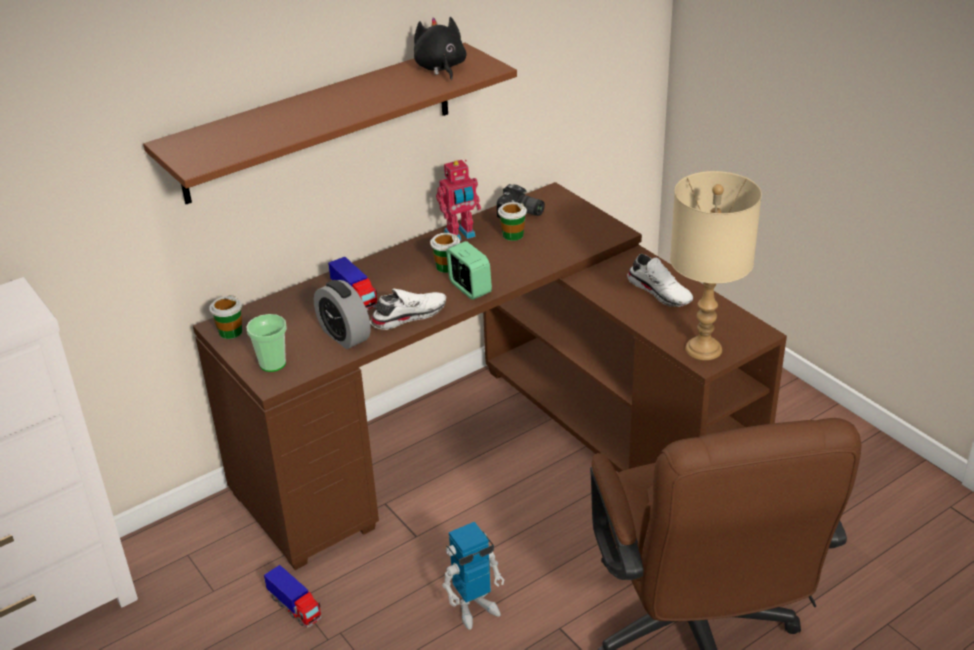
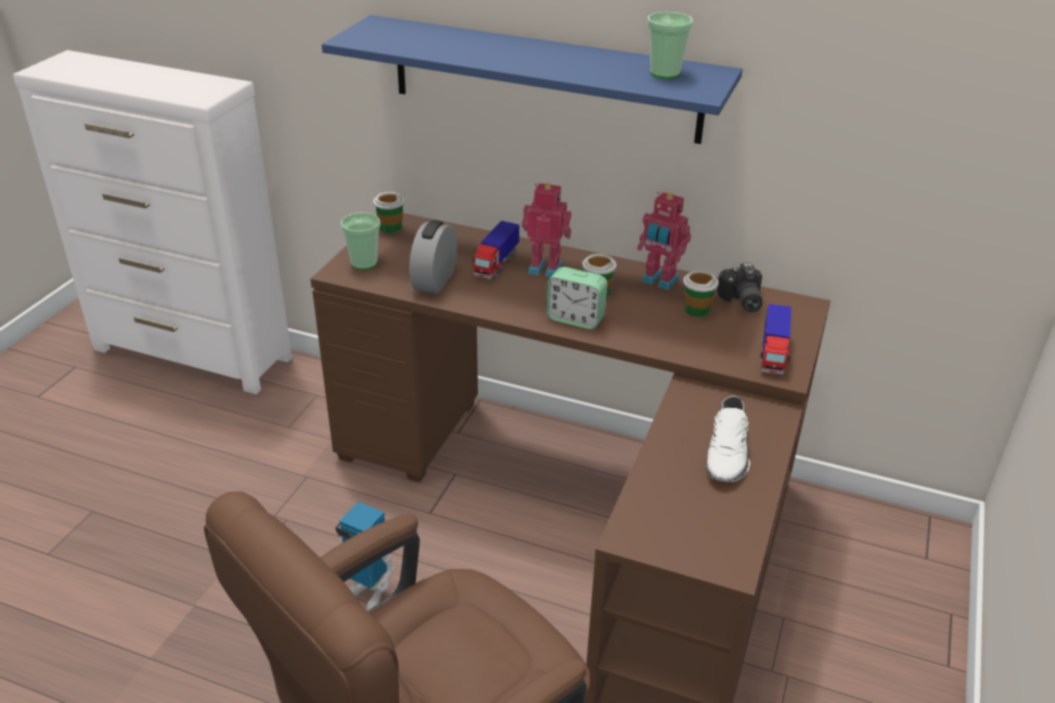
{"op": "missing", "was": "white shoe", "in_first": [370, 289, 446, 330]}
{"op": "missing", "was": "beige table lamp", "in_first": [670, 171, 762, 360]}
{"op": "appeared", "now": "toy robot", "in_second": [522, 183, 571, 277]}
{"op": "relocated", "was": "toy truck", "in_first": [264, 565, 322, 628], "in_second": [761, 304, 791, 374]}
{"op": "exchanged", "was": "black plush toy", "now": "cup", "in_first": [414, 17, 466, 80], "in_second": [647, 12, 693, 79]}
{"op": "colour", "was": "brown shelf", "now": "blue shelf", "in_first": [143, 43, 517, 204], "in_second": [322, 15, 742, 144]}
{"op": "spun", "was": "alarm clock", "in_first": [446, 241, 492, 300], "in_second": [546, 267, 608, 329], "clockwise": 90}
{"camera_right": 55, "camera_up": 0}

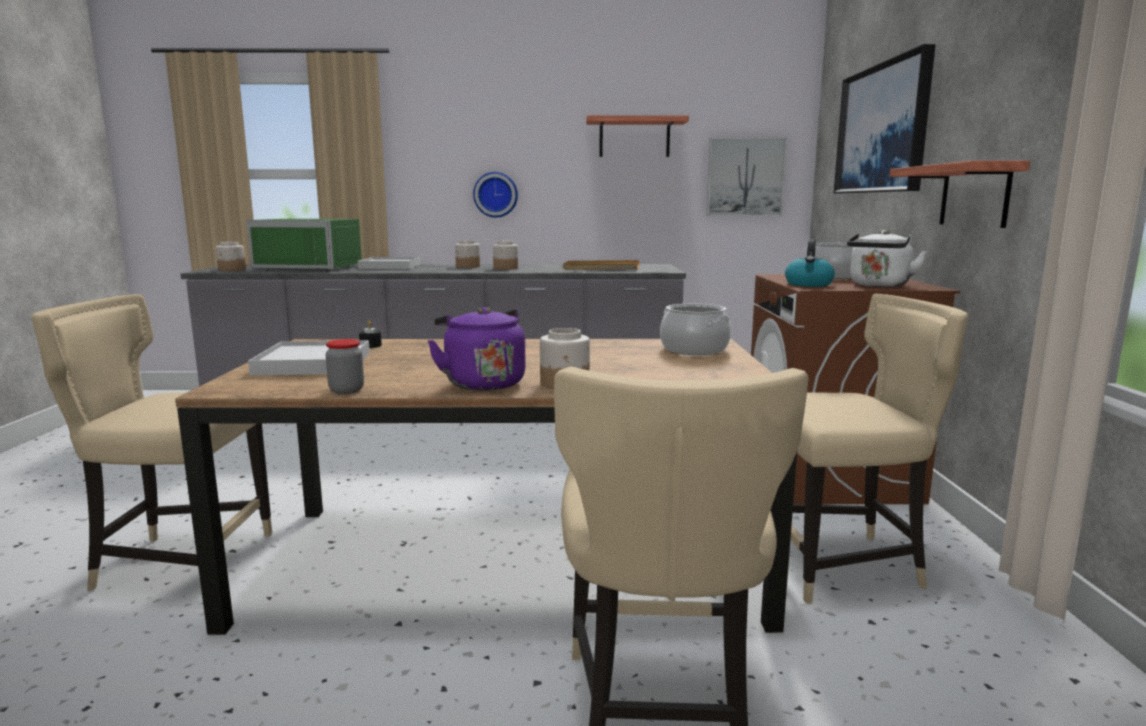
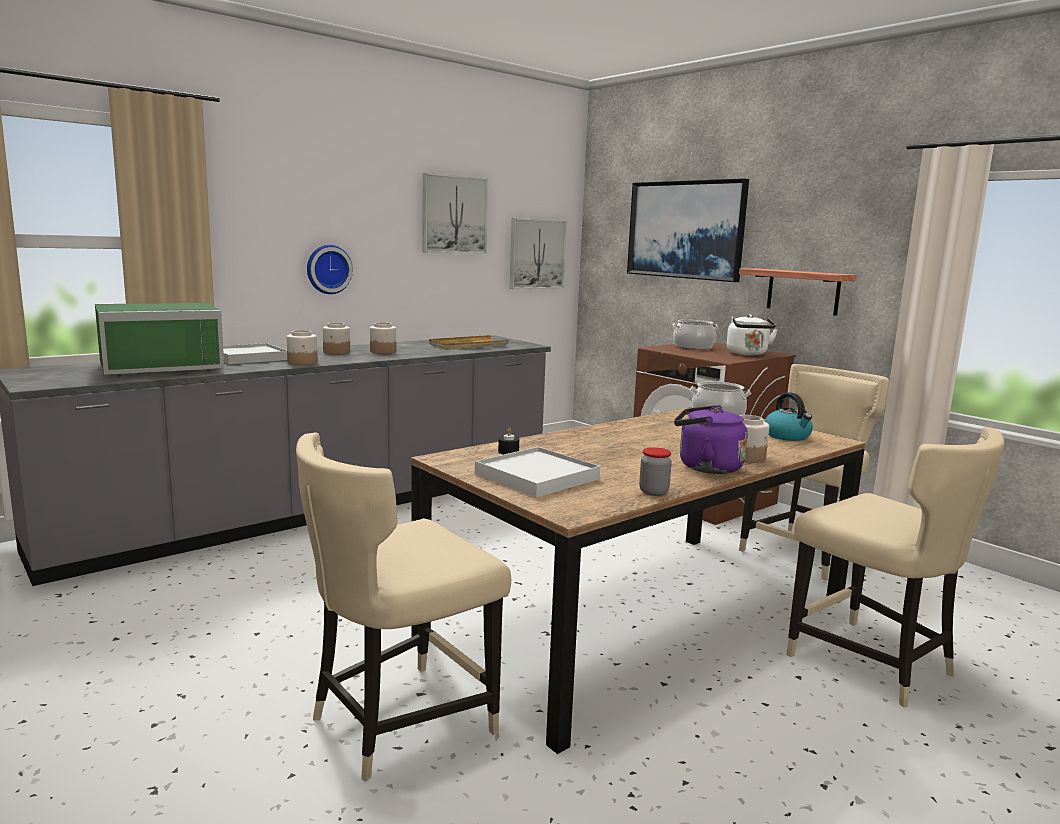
{"op": "relocated", "was": "jar", "in_first": [216, 242, 246, 271], "in_second": [287, 330, 318, 365]}
{"op": "relocated", "was": "kettle", "in_first": [785, 239, 835, 287], "in_second": [764, 392, 813, 441]}
{"op": "exchanged", "was": "shelf", "now": "picture", "in_first": [586, 115, 689, 157], "in_second": [422, 173, 488, 254]}
{"camera_right": -40, "camera_up": 0}

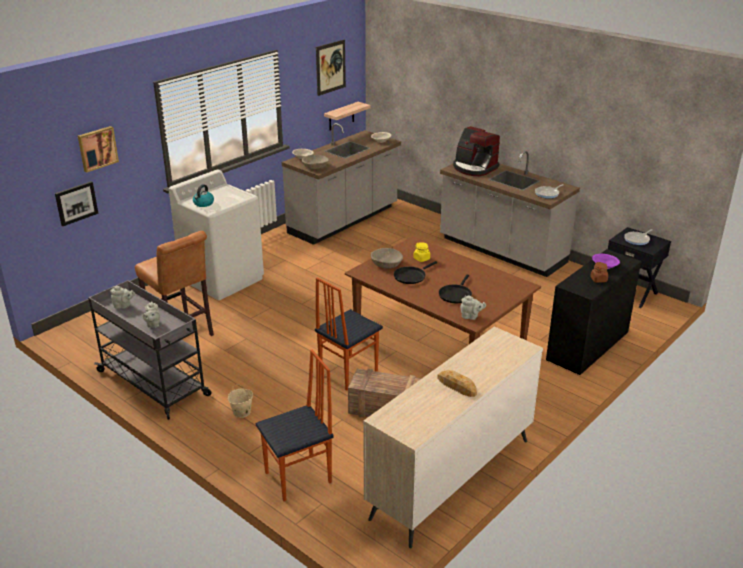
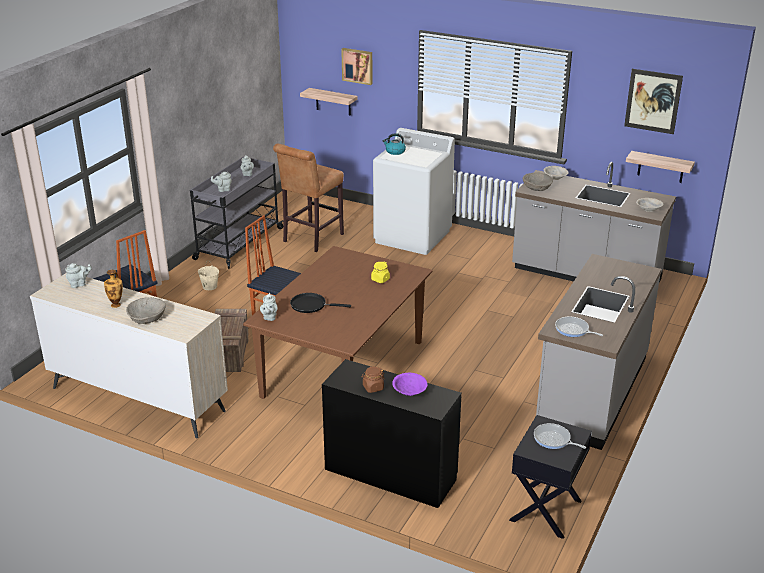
{"op": "missing", "was": "black frying pan", "in_first": [394, 261, 437, 284]}
{"op": "missing", "was": "coffee machine", "in_first": [453, 126, 500, 176]}
{"op": "appeared", "now": "grey teapot", "in_second": [65, 263, 92, 288]}
{"op": "relocated", "was": "beige bowl", "in_first": [371, 248, 403, 269], "in_second": [126, 297, 166, 324]}
{"op": "exchanged", "was": "picture", "now": "shelf", "in_first": [55, 181, 98, 226], "in_second": [300, 88, 358, 116]}
{"op": "exchanged", "was": "bread", "now": "vase", "in_first": [437, 370, 477, 397], "in_second": [104, 270, 123, 308]}
{"camera_right": 75, "camera_up": 0}

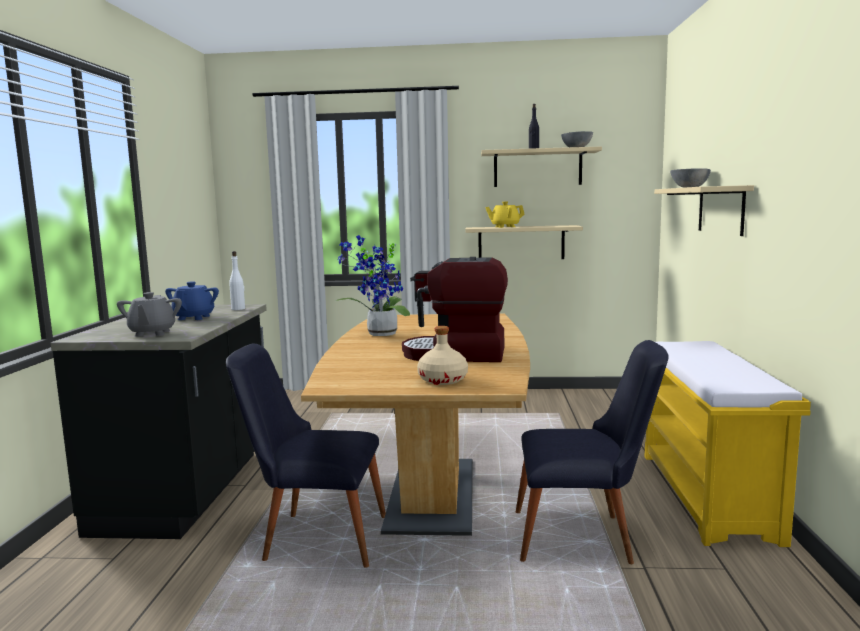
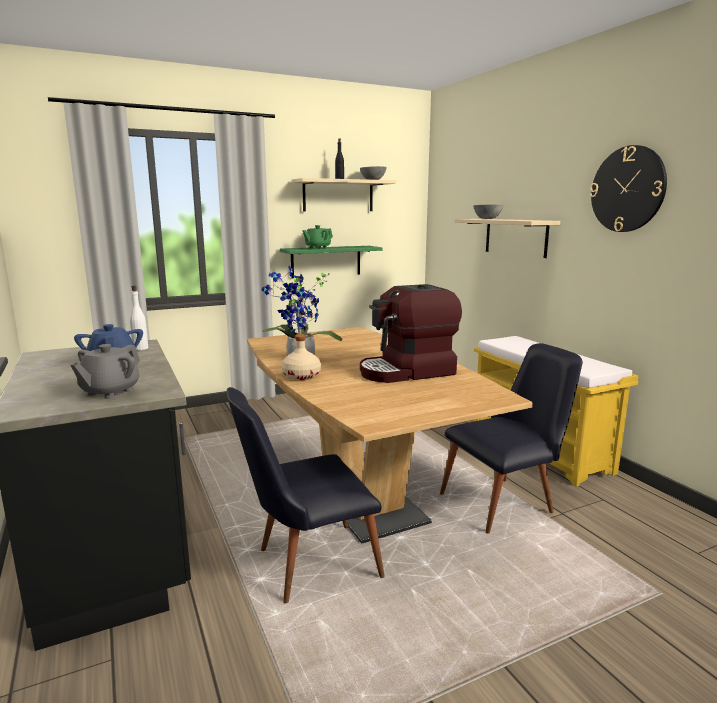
{"op": "appeared", "now": "wall clock", "in_second": [590, 145, 667, 232]}
{"op": "relocated", "was": "beige bottle", "in_first": [417, 326, 468, 385], "in_second": [281, 334, 321, 380]}
{"op": "colour", "was": "beige shelf", "now": "green shelf", "in_first": [465, 225, 583, 259], "in_second": [280, 246, 383, 278]}
{"op": "colour", "was": "yellow teapot", "now": "green teapot", "in_first": [485, 201, 525, 228], "in_second": [303, 225, 333, 249]}
{"op": "spun", "was": "grey teapot", "in_first": [117, 292, 182, 337], "in_second": [71, 344, 140, 399], "clockwise": 60}
{"camera_right": -30, "camera_up": 5}

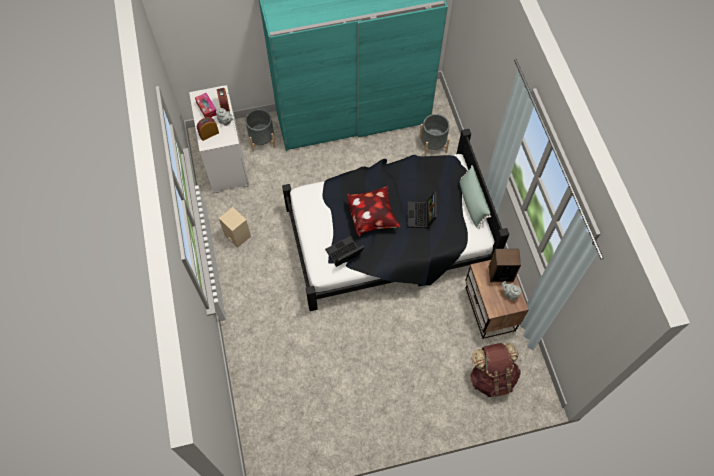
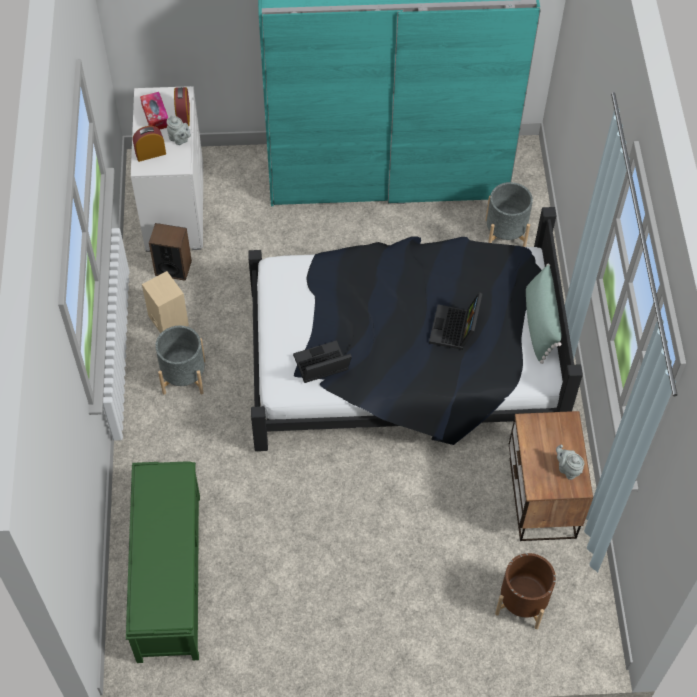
{"op": "missing", "was": "pillow", "in_first": [347, 186, 400, 236]}
{"op": "appeared", "now": "green bench", "in_second": [126, 461, 200, 663]}
{"op": "relocated", "was": "grey planter", "in_first": [245, 109, 276, 152], "in_second": [155, 326, 205, 395]}
{"op": "relocated", "was": "speaker", "in_first": [489, 249, 521, 282], "in_second": [149, 223, 192, 281]}
{"op": "exchanged", "was": "brown backpack", "now": "brown planter", "in_first": [470, 343, 521, 397], "in_second": [495, 553, 556, 629]}
{"camera_right": 10, "camera_up": -5}

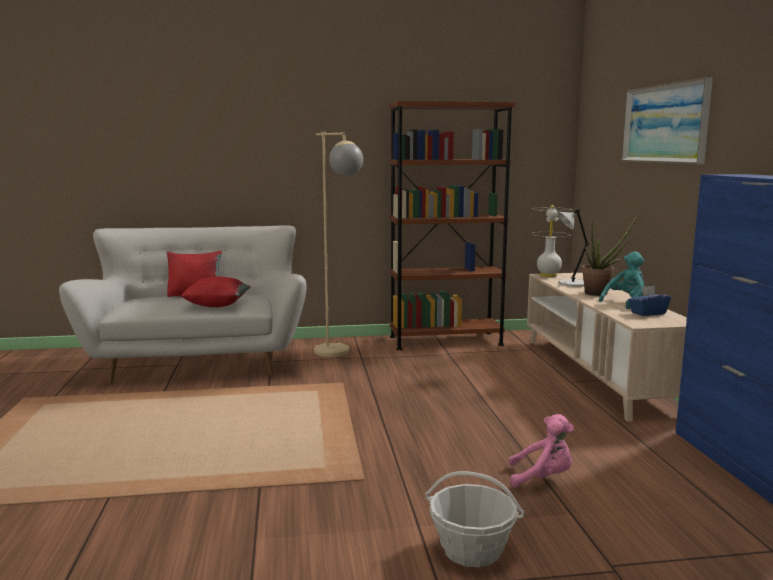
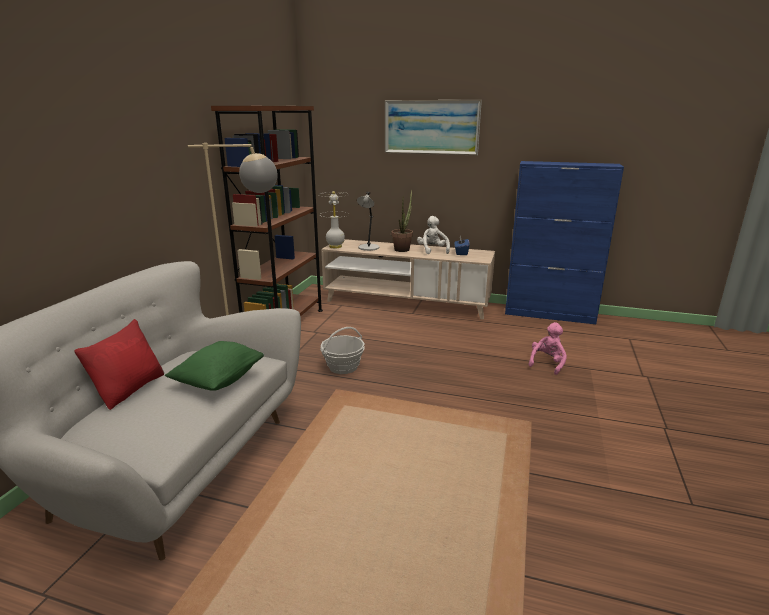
{"op": "relocated", "was": "basket", "in_first": [425, 471, 524, 567], "in_second": [320, 327, 365, 374]}
{"op": "colour", "was": "red pillow", "now": "green pillow", "in_first": [181, 276, 251, 307], "in_second": [165, 341, 264, 391]}
{"op": "colour", "was": "turquoise plush toy", "now": "white plush toy", "in_first": [599, 252, 644, 309], "in_second": [417, 216, 450, 254]}
{"camera_right": -65, "camera_up": 10}

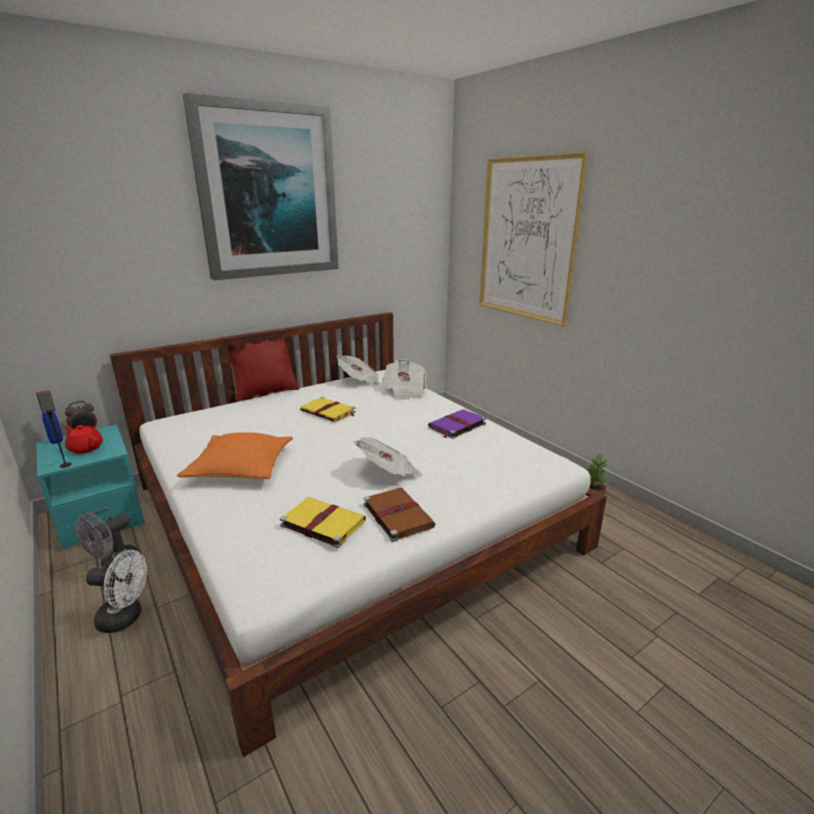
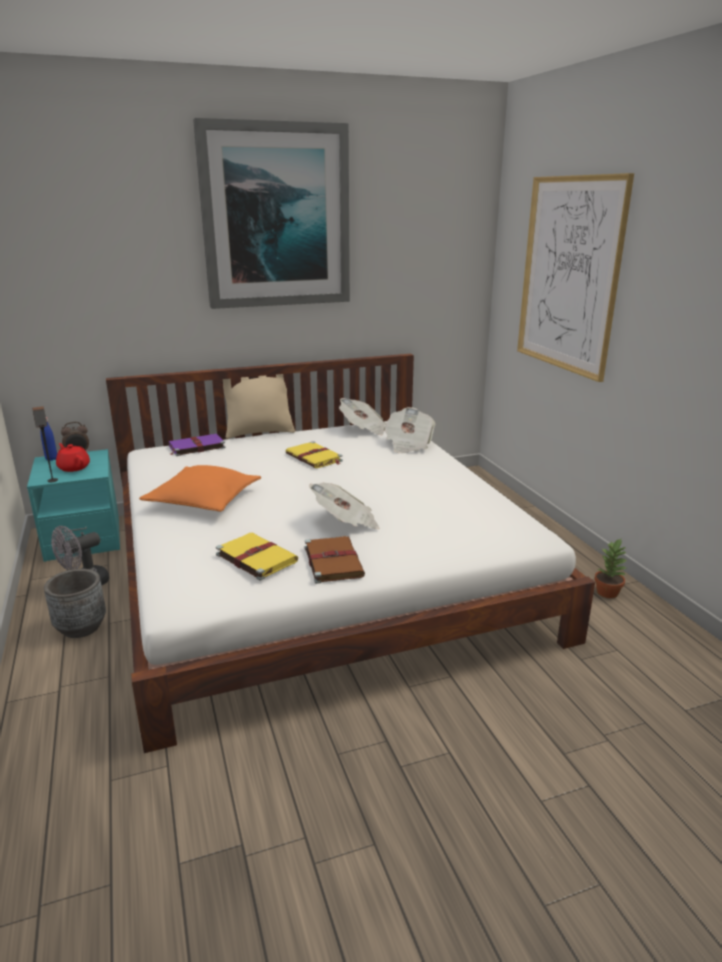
{"op": "relocated", "was": "purple book", "in_first": [428, 409, 486, 439], "in_second": [168, 434, 226, 456]}
{"op": "exchanged", "was": "white fan", "now": "grey planter", "in_first": [86, 550, 147, 633], "in_second": [44, 569, 106, 638]}
{"op": "colour", "was": "red pillow", "now": "beige pillow", "in_first": [229, 338, 299, 402], "in_second": [223, 374, 295, 439]}
{"camera_right": 15, "camera_up": 0}

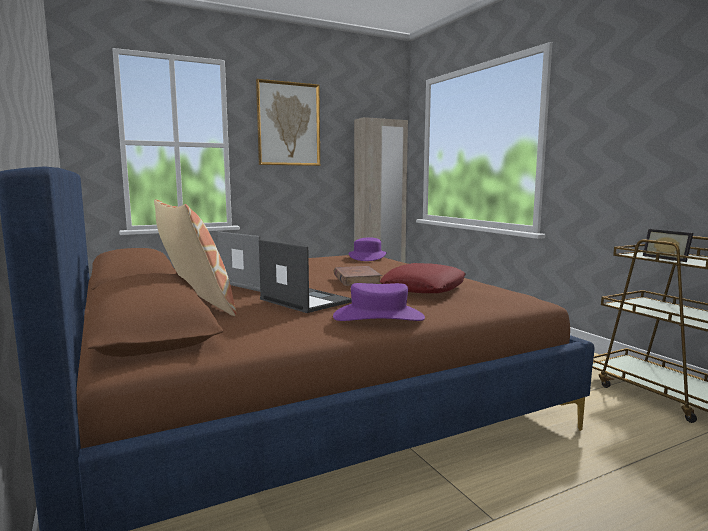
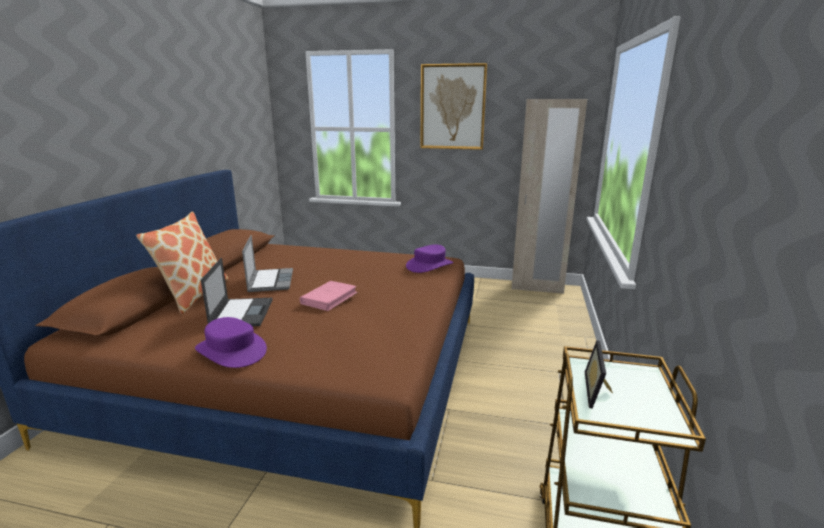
{"op": "missing", "was": "red pillow", "in_first": [379, 263, 466, 293]}
{"op": "colour", "was": "brown book", "now": "pink book", "in_first": [334, 266, 382, 286], "in_second": [300, 281, 358, 311]}
{"camera_right": 40, "camera_up": 10}

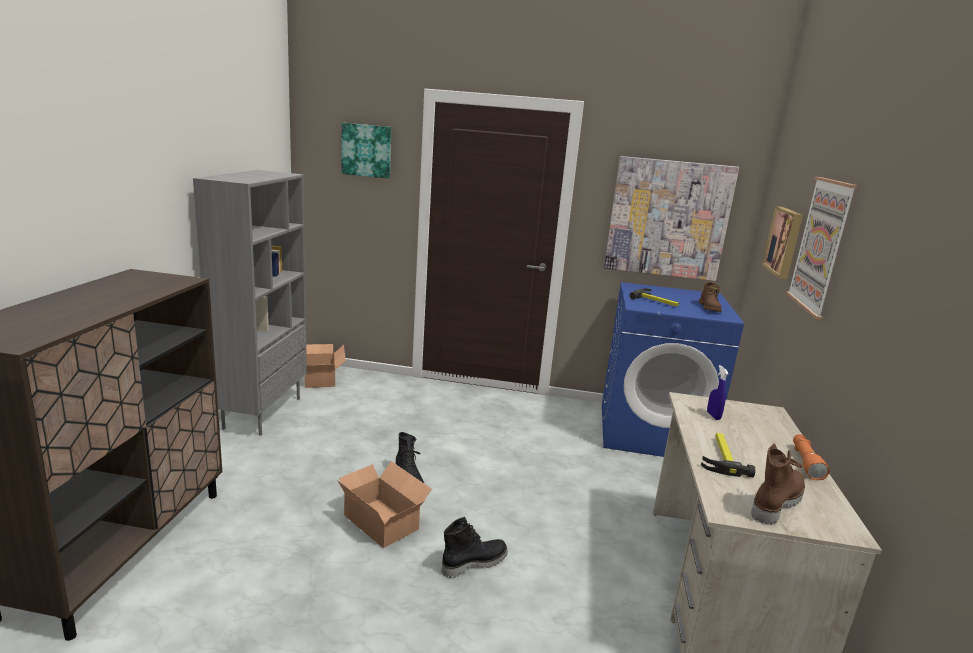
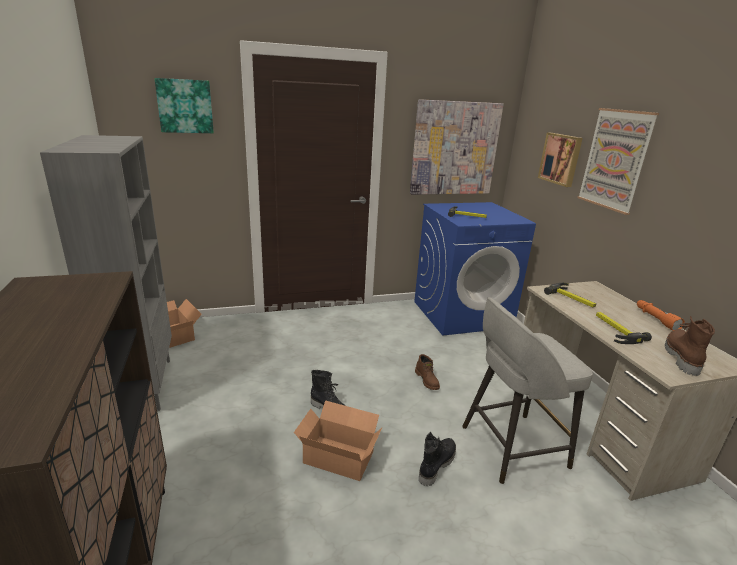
{"op": "appeared", "now": "grey stool", "in_second": [462, 297, 593, 484]}
{"op": "relocated", "was": "brown boot", "in_first": [699, 281, 722, 312], "in_second": [415, 354, 440, 390]}
{"op": "exchanged", "was": "blue spray bottle", "now": "hammer", "in_first": [707, 365, 728, 420], "in_second": [544, 283, 596, 307]}
{"camera_right": -25, "camera_up": 5}

